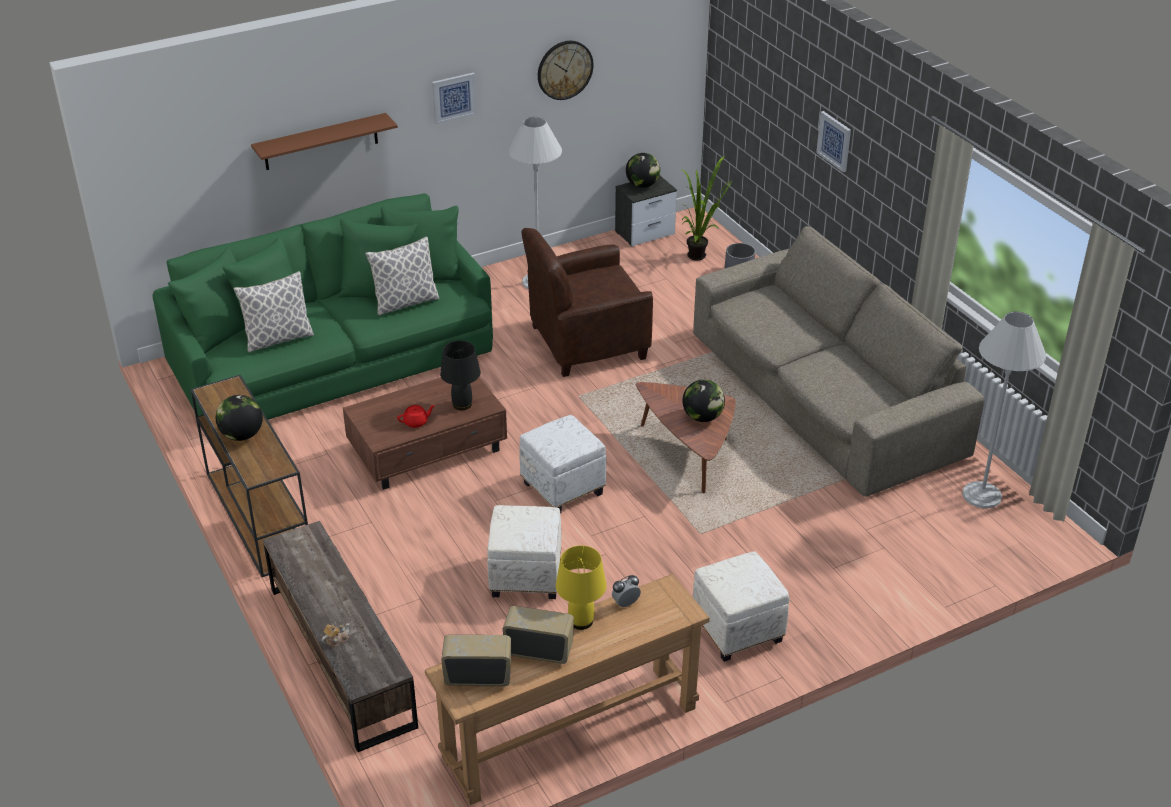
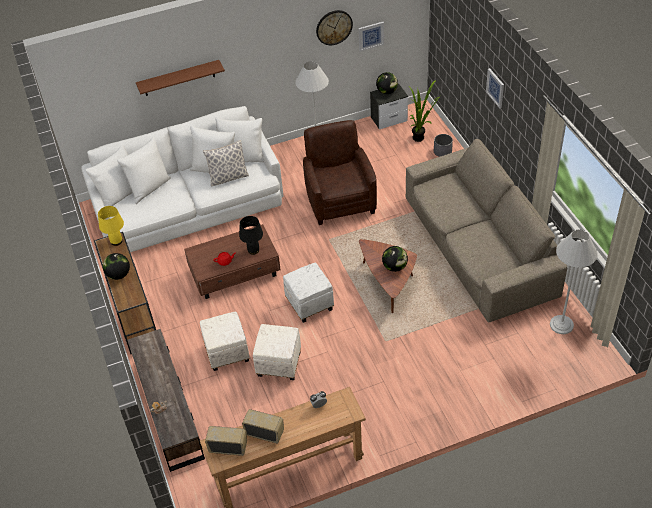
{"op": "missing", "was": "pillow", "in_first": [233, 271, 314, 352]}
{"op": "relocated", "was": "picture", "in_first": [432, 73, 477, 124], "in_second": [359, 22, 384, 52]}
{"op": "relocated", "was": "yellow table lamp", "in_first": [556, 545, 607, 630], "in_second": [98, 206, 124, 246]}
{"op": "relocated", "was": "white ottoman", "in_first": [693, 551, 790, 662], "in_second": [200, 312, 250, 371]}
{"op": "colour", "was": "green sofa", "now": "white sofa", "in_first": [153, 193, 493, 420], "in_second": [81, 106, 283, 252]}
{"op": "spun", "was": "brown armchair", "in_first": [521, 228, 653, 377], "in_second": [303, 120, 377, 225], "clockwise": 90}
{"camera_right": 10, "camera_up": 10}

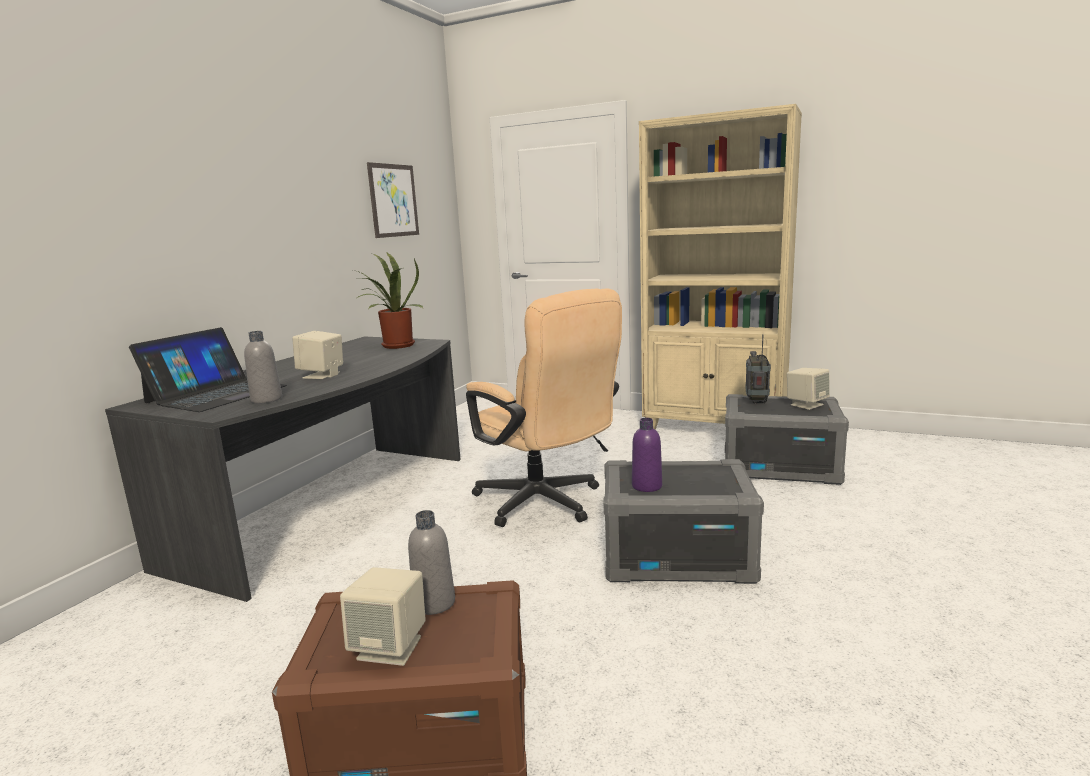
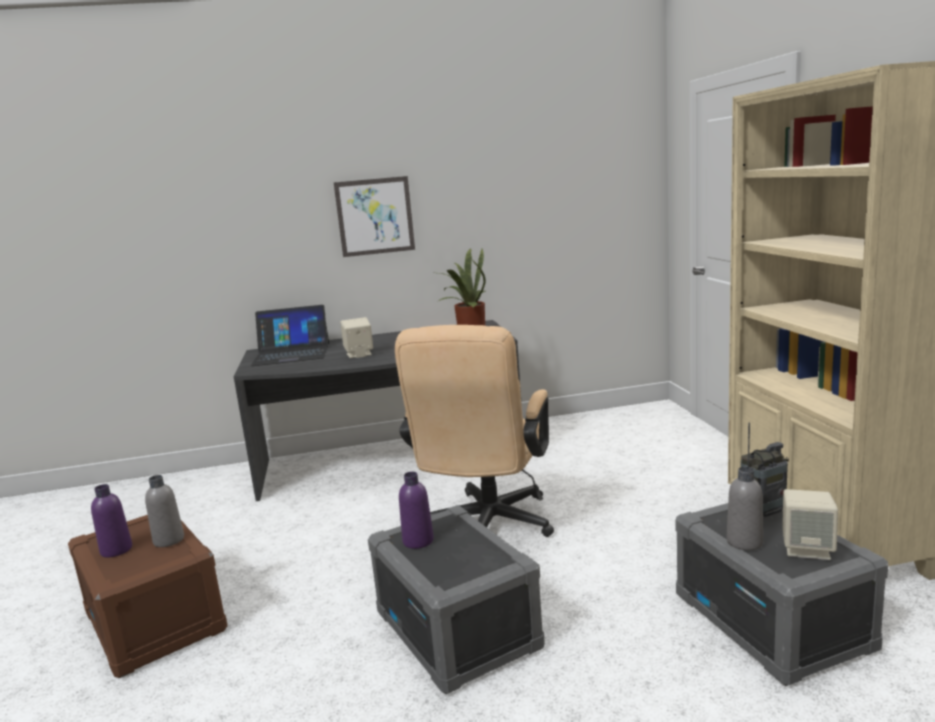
{"op": "relocated", "was": "grey bottle", "in_first": [244, 331, 282, 404], "in_second": [727, 467, 763, 550]}
{"op": "relocated", "was": "picture", "in_first": [367, 162, 419, 238], "in_second": [334, 176, 415, 257]}
{"op": "exchanged", "was": "beige speaker", "now": "purple bottle", "in_first": [340, 567, 426, 666], "in_second": [91, 484, 132, 558]}
{"camera_right": 55, "camera_up": 0}

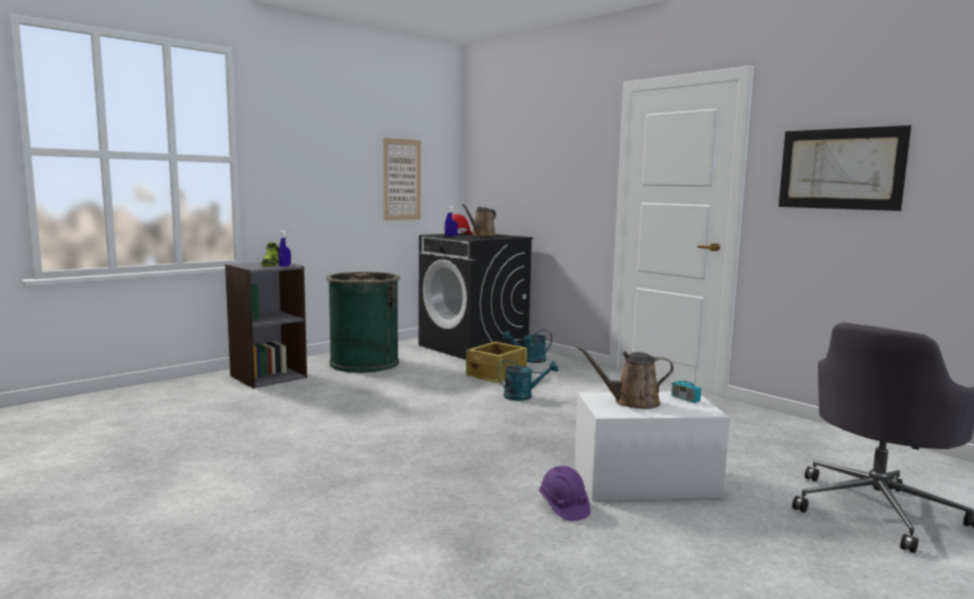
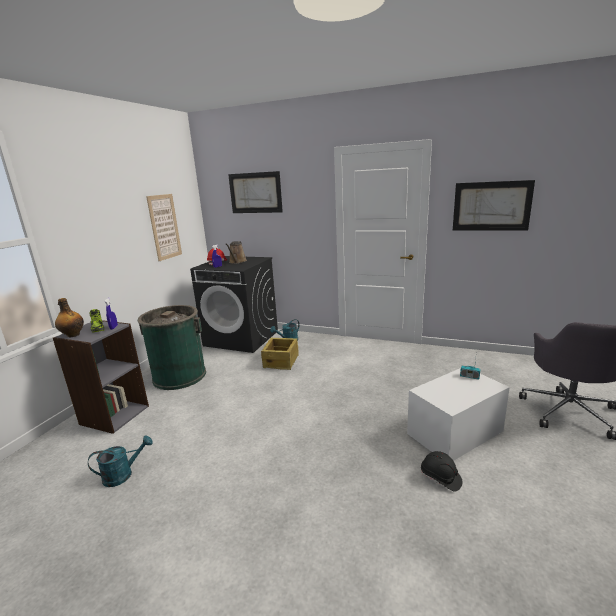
{"op": "missing", "was": "brown watering can", "in_first": [577, 346, 674, 409]}
{"op": "appeared", "now": "bottle", "in_second": [55, 298, 84, 337]}
{"op": "appeared", "now": "picture", "in_second": [228, 171, 283, 213]}
{"op": "relocated", "was": "turquoise watering can", "in_first": [497, 360, 558, 401], "in_second": [88, 435, 153, 487]}
{"op": "colour", "was": "purple hard hat", "now": "black hard hat", "in_first": [539, 466, 590, 521], "in_second": [421, 451, 463, 492]}
{"camera_right": -25, "camera_up": 10}

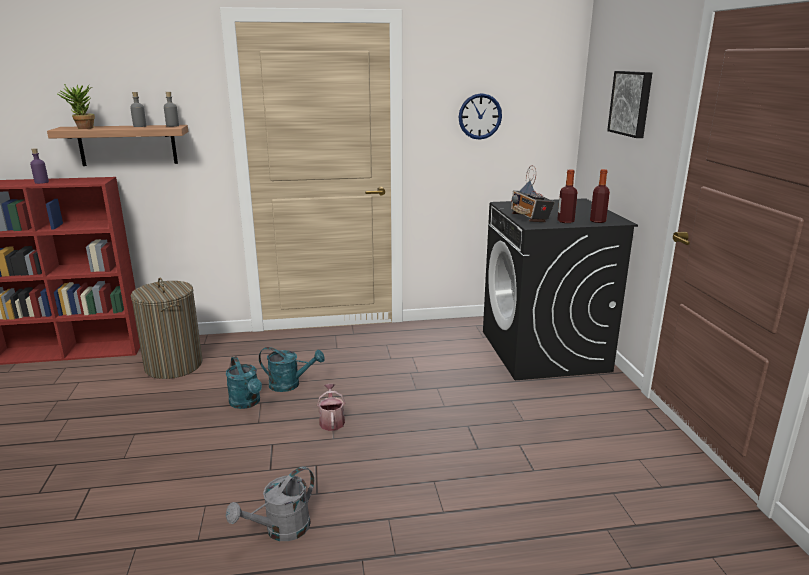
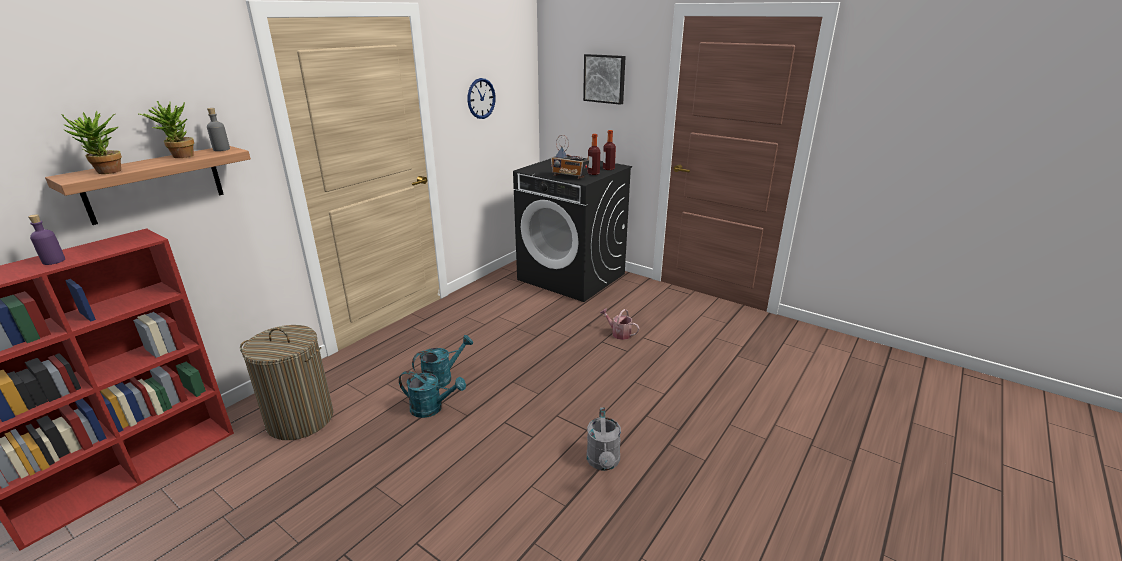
{"op": "relocated", "was": "watering can", "in_first": [317, 384, 345, 431], "in_second": [600, 308, 639, 340]}
{"op": "exchanged", "was": "grey bottle", "now": "potted plant", "in_first": [130, 92, 146, 127], "in_second": [139, 101, 194, 158]}
{"camera_right": -45, "camera_up": 5}

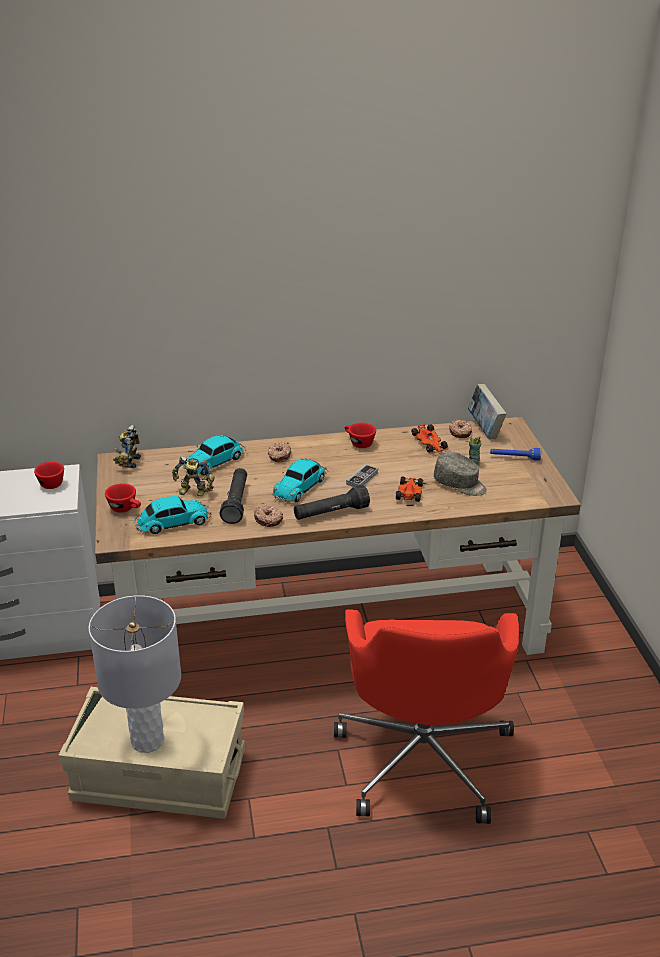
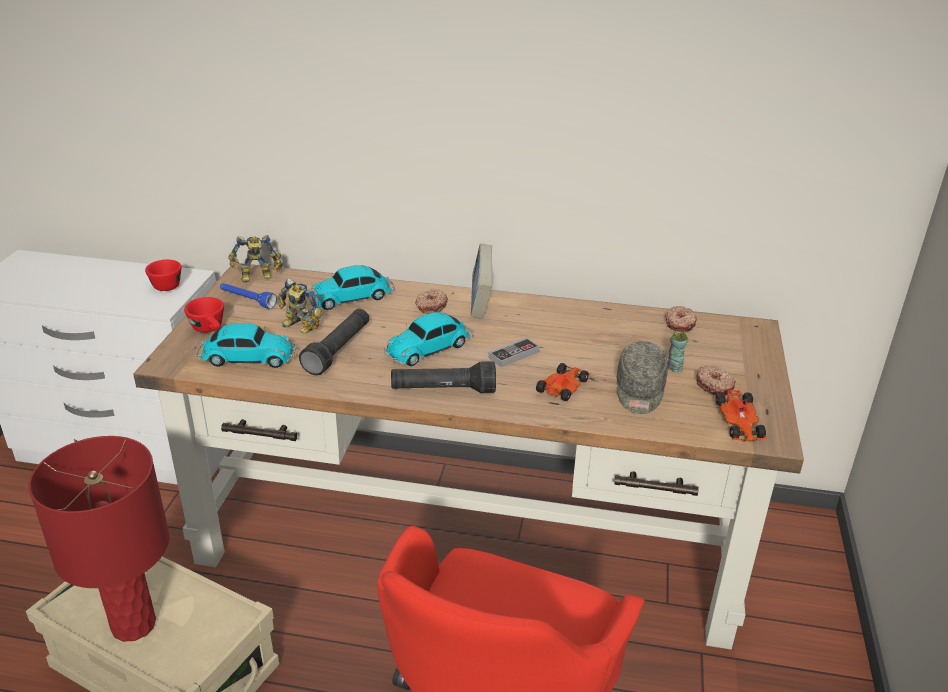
{"op": "missing", "was": "red cup", "in_first": [345, 422, 376, 448]}
{"op": "relocated", "was": "donut", "in_first": [254, 505, 283, 527], "in_second": [696, 366, 735, 395]}
{"op": "relocated", "was": "toy car", "in_first": [411, 424, 449, 453], "in_second": [716, 390, 768, 441]}
{"op": "relocated", "was": "book", "in_first": [468, 384, 507, 439], "in_second": [471, 244, 492, 319]}
{"op": "relocated", "was": "blue flashlight", "in_first": [490, 448, 541, 461], "in_second": [220, 283, 277, 309]}
{"op": "colour", "was": "grey table lamp", "now": "red table lamp", "in_first": [89, 595, 181, 753], "in_second": [28, 436, 170, 642]}
{"op": "spun", "was": "toy robot", "in_first": [113, 425, 141, 468], "in_second": [229, 235, 282, 283], "clockwise": -135}
{"op": "spun", "was": "grey cap", "in_first": [434, 452, 487, 496], "in_second": [617, 341, 668, 414], "clockwise": 45}
{"camera_right": 20, "camera_up": 0}

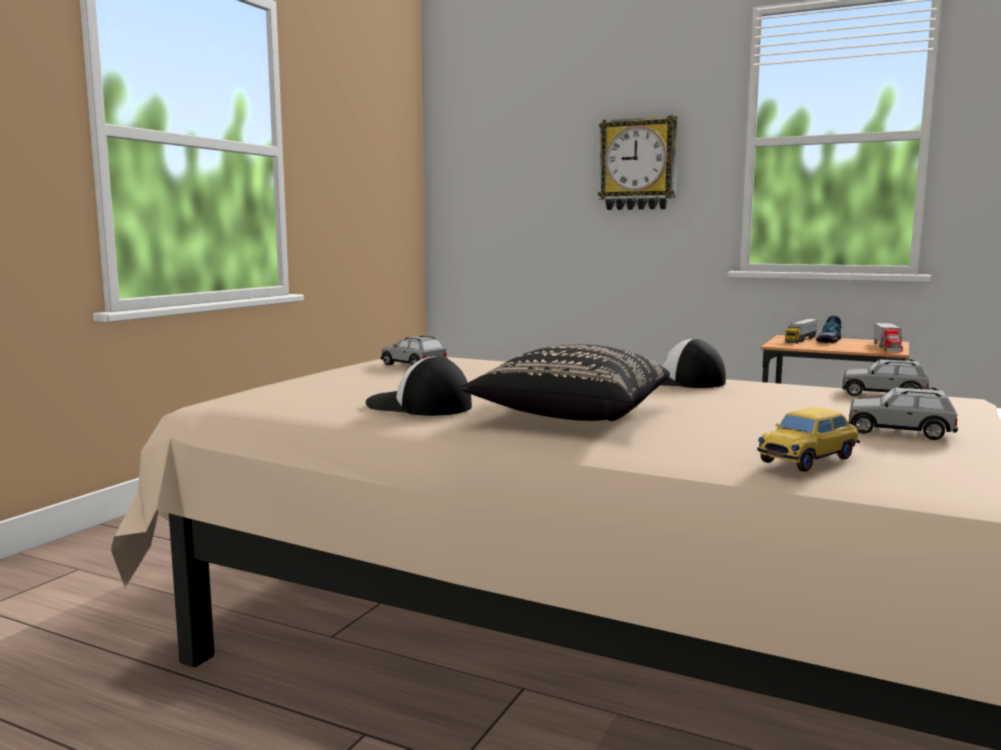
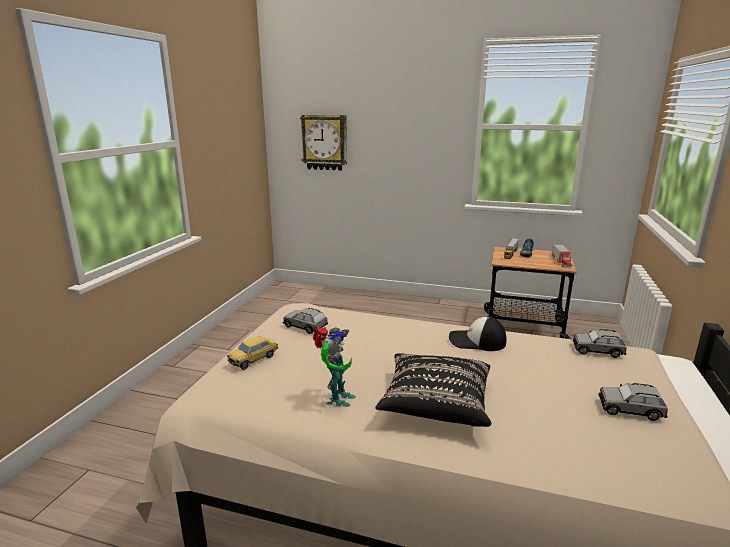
{"op": "relocated", "was": "wall clock", "in_first": [598, 115, 678, 210], "in_second": [300, 115, 347, 171]}
{"op": "relocated", "was": "toy car", "in_first": [757, 407, 860, 472], "in_second": [227, 336, 278, 370]}
{"op": "exchanged", "was": "cap", "now": "toy robot", "in_first": [366, 356, 472, 416], "in_second": [313, 327, 356, 407]}
{"camera_right": -10, "camera_up": 10}

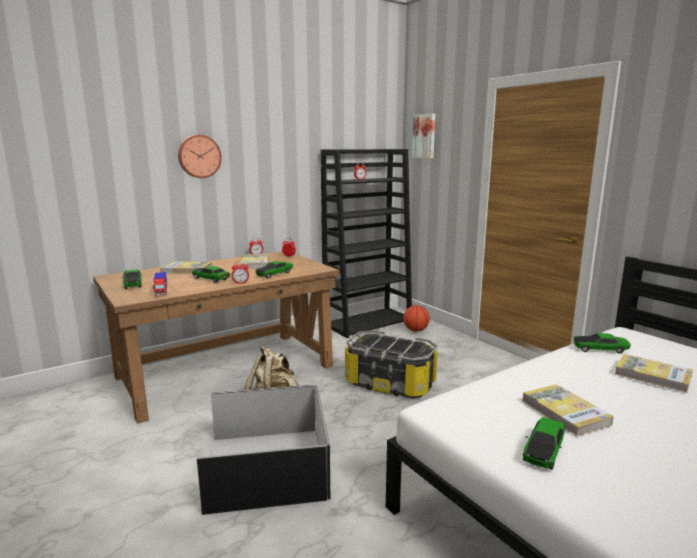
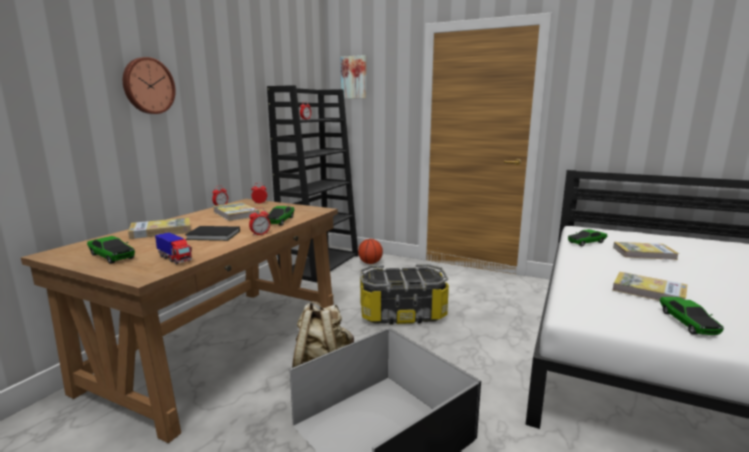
{"op": "exchanged", "was": "toy car", "now": "black book", "in_first": [192, 266, 230, 283], "in_second": [185, 226, 240, 241]}
{"camera_right": -30, "camera_up": 0}

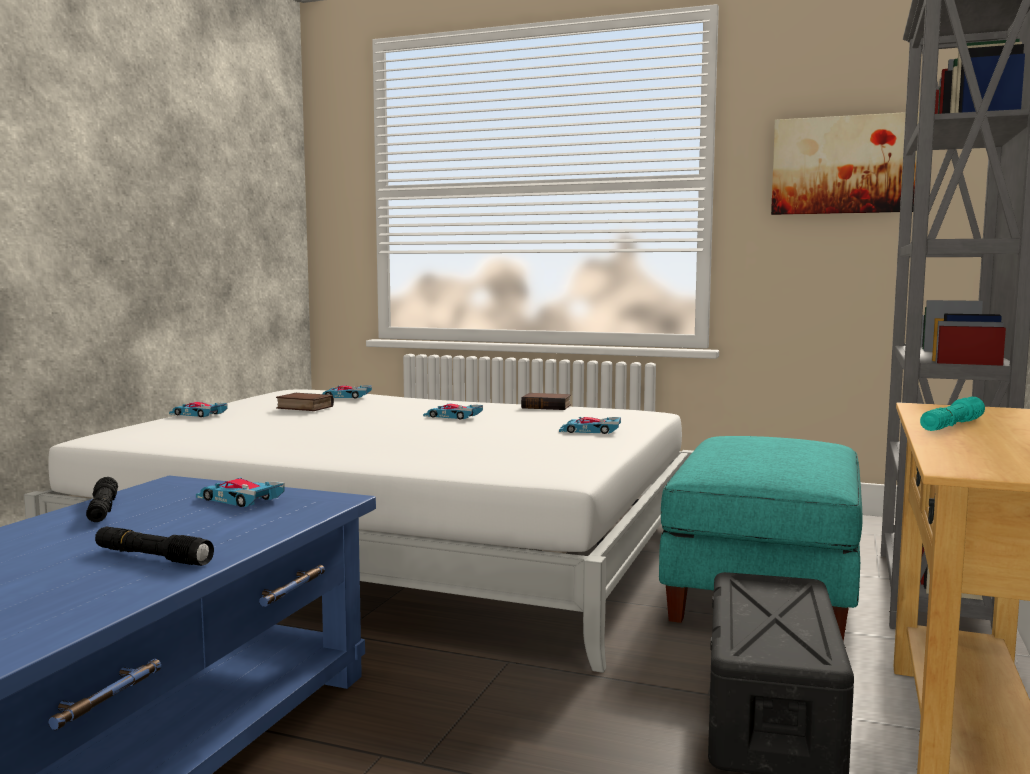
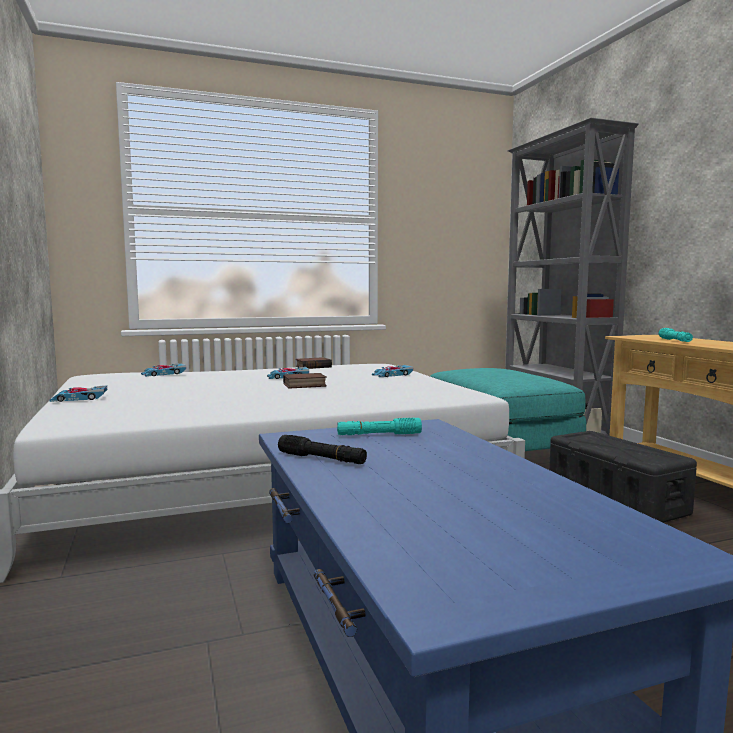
{"op": "missing", "was": "black flashlight", "in_first": [95, 527, 214, 566]}
{"op": "missing", "was": "picture", "in_first": [771, 112, 919, 215]}
{"op": "relocated", "was": "book", "in_first": [276, 393, 334, 411], "in_second": [283, 373, 327, 389]}
{"op": "exchanged", "was": "toy car", "now": "turquoise flashlight", "in_first": [196, 477, 285, 507], "in_second": [337, 418, 422, 435]}
{"camera_right": -40, "camera_up": 0}

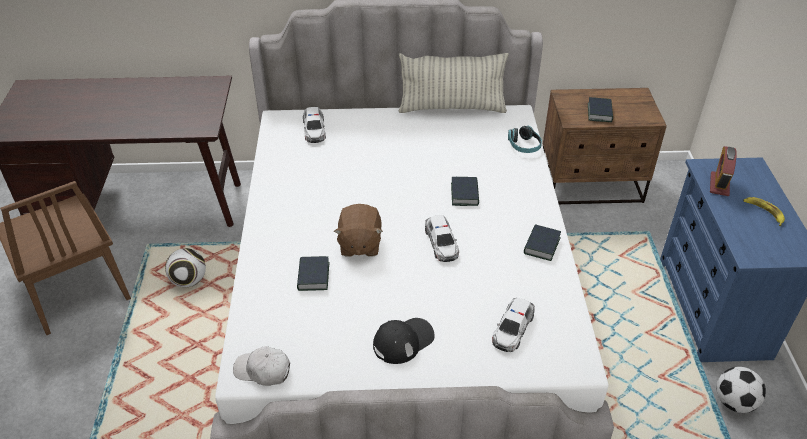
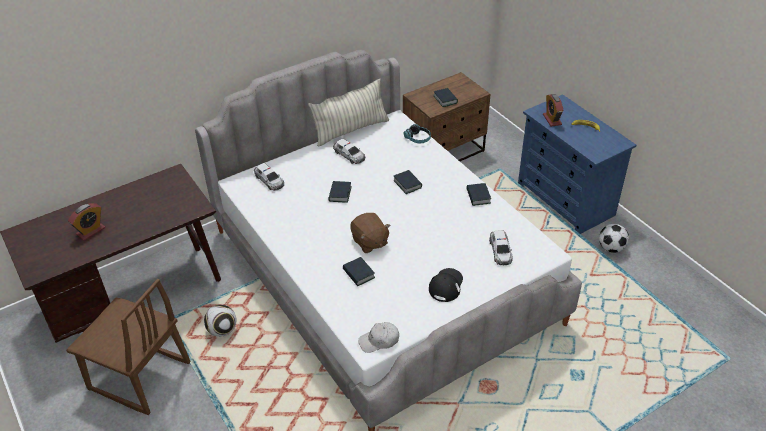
{"op": "appeared", "now": "alarm clock", "in_second": [68, 203, 105, 241]}
{"op": "appeared", "now": "book", "in_second": [328, 181, 352, 203]}
{"op": "relocated", "was": "toy car", "in_first": [425, 215, 459, 262], "in_second": [333, 139, 365, 164]}
{"camera_right": -30, "camera_up": 0}

